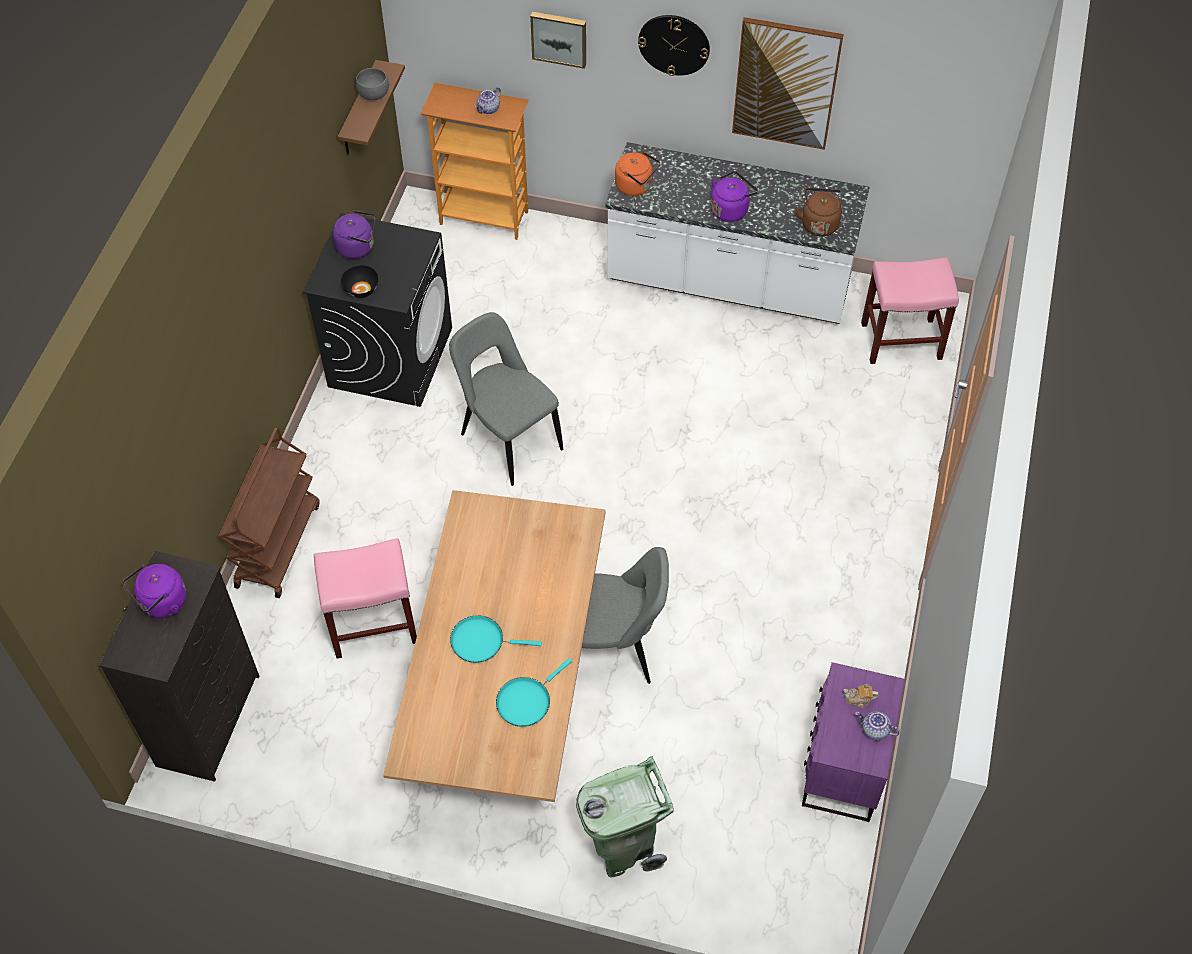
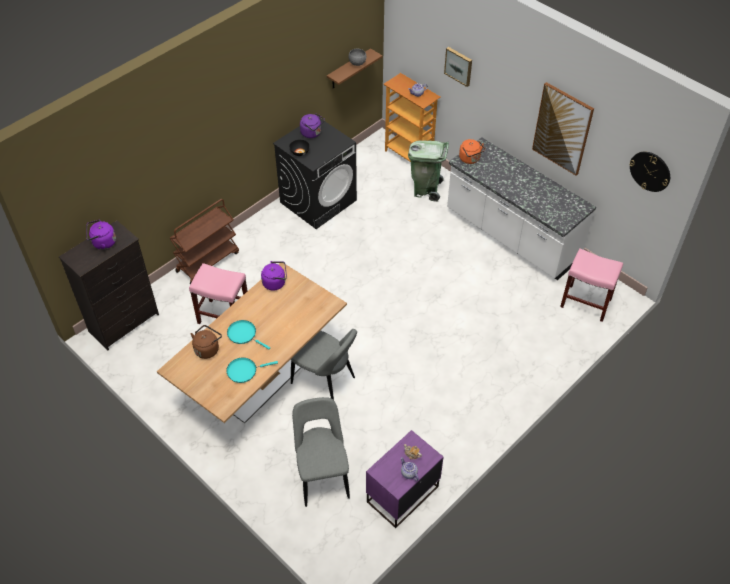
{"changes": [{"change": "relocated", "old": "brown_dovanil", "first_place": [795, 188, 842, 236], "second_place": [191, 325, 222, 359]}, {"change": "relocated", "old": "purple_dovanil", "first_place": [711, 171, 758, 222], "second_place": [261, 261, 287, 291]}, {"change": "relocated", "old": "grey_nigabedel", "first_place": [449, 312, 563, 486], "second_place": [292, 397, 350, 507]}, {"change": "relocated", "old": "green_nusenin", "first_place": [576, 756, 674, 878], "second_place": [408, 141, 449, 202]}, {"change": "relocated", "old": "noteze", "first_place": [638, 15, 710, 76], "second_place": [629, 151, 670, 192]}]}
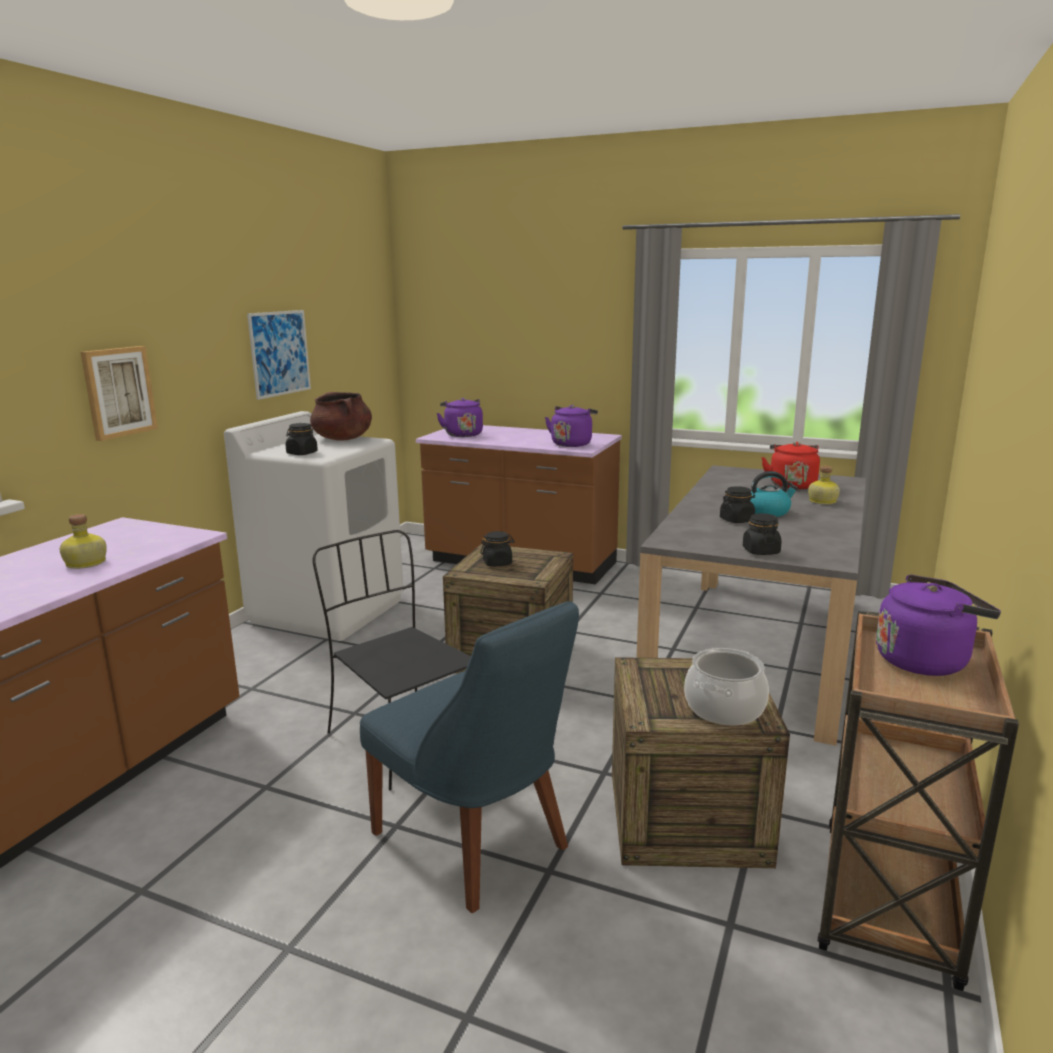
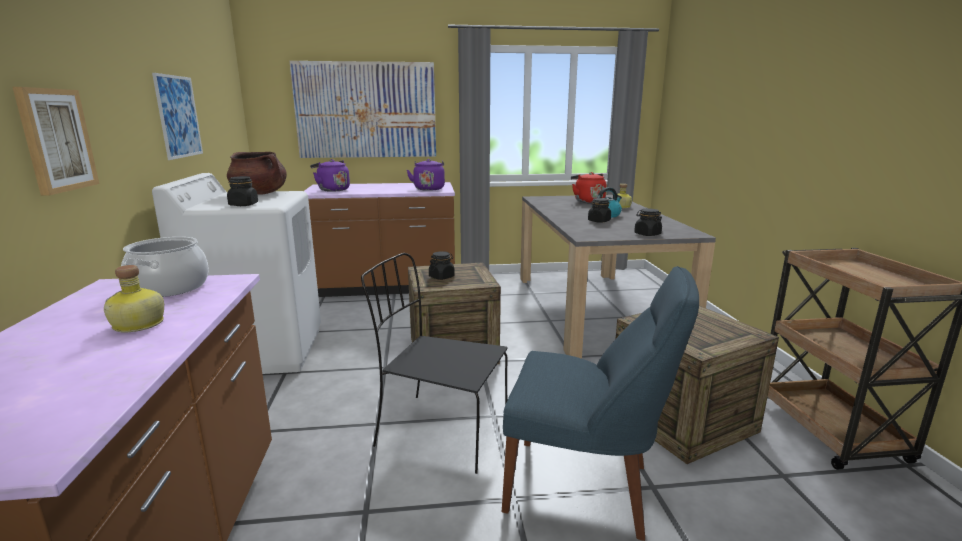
{"changes": [{"change": "relocated", "old": "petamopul", "first_place": [684, 648, 769, 725], "second_place": [121, 237, 209, 297]}, {"change": "appeared", "new": "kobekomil", "second_place": [289, 61, 436, 158]}, {"change": "missing", "old": "purple_dovanil", "first_place": [876, 574, 1001, 676]}]}
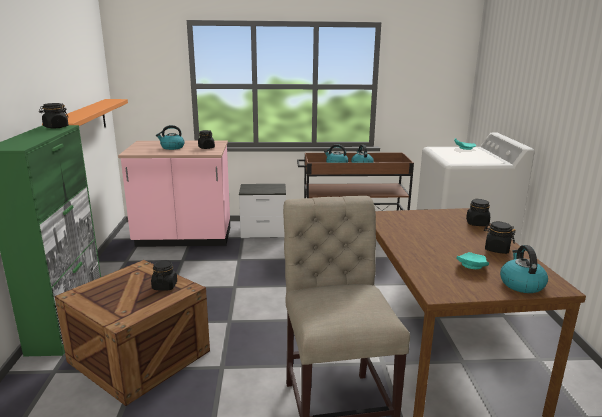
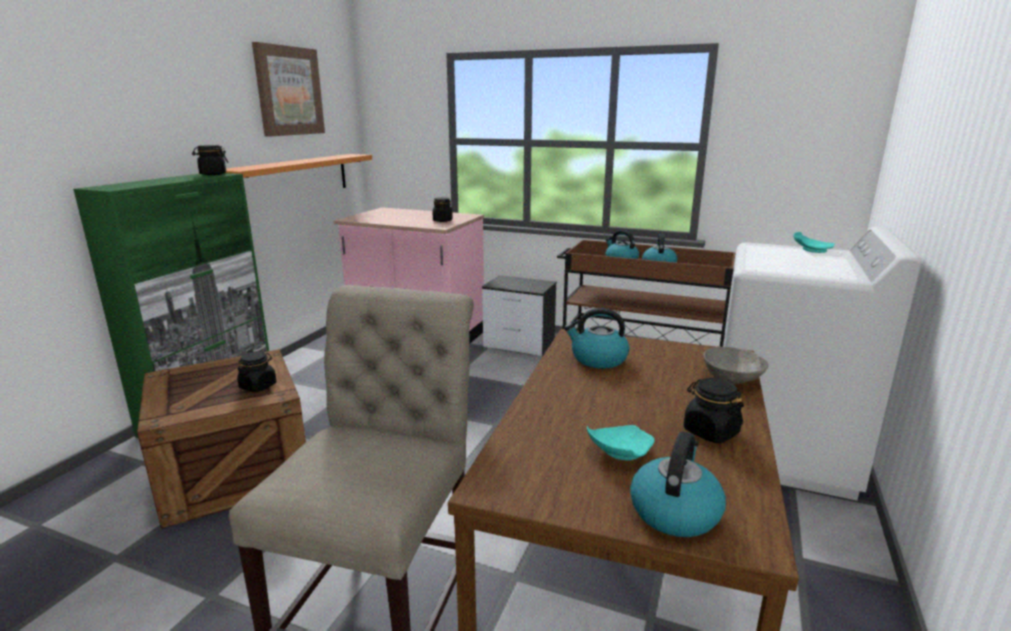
{"changes": [{"change": "appeared", "new": "kobekomil", "second_place": [252, 42, 325, 137]}, {"change": "relocated", "old": "dovanil", "first_place": [156, 125, 185, 150], "second_place": [564, 308, 629, 369]}, {"change": "exchanged", "old": "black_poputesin", "new": "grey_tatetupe", "first_place": [466, 199, 490, 226], "second_place": [703, 347, 768, 384]}]}
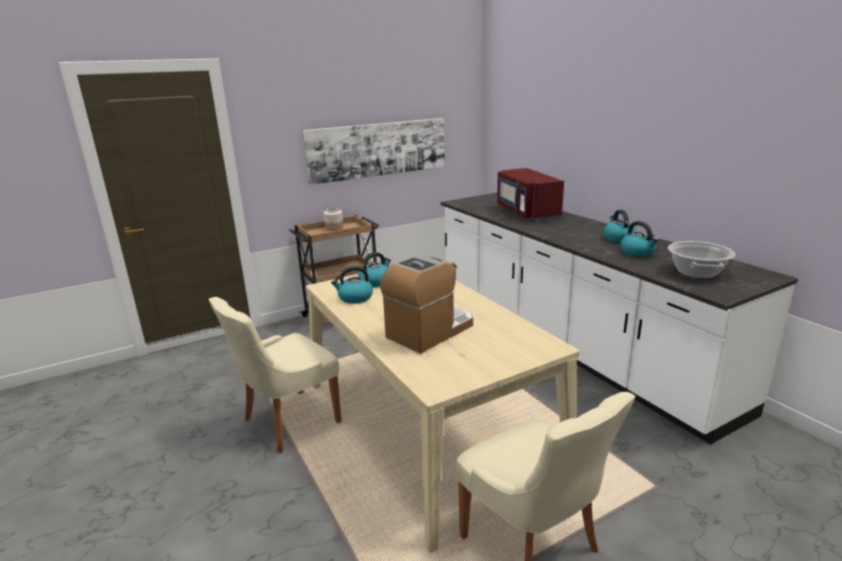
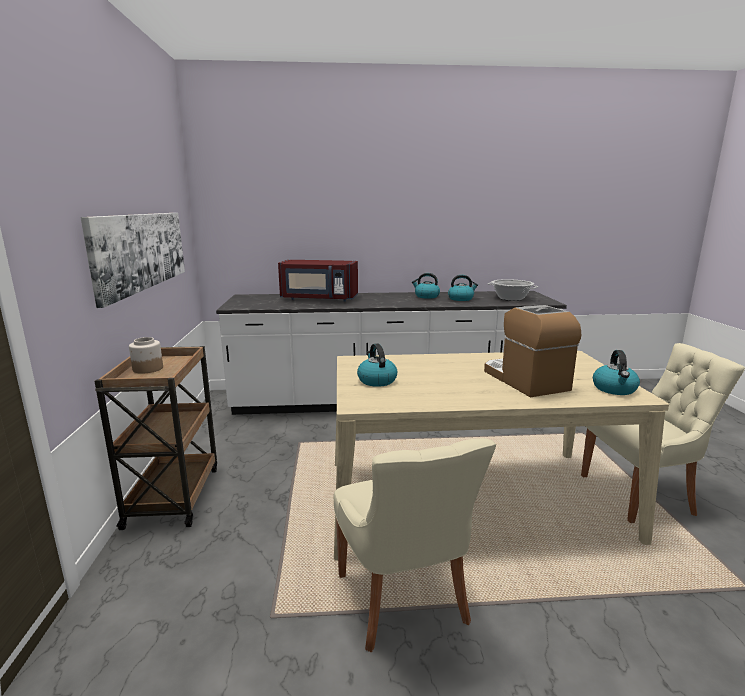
{"changes": [{"change": "relocated", "old": "dovanil", "first_place": [331, 266, 373, 304], "second_place": [593, 350, 640, 395]}]}
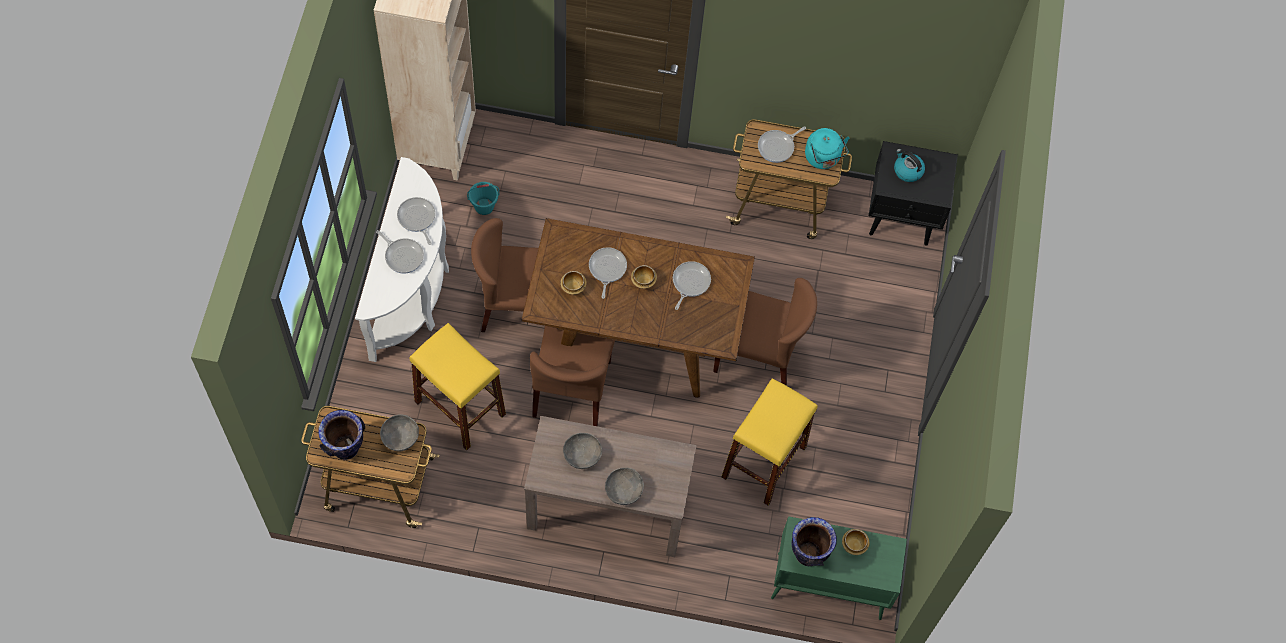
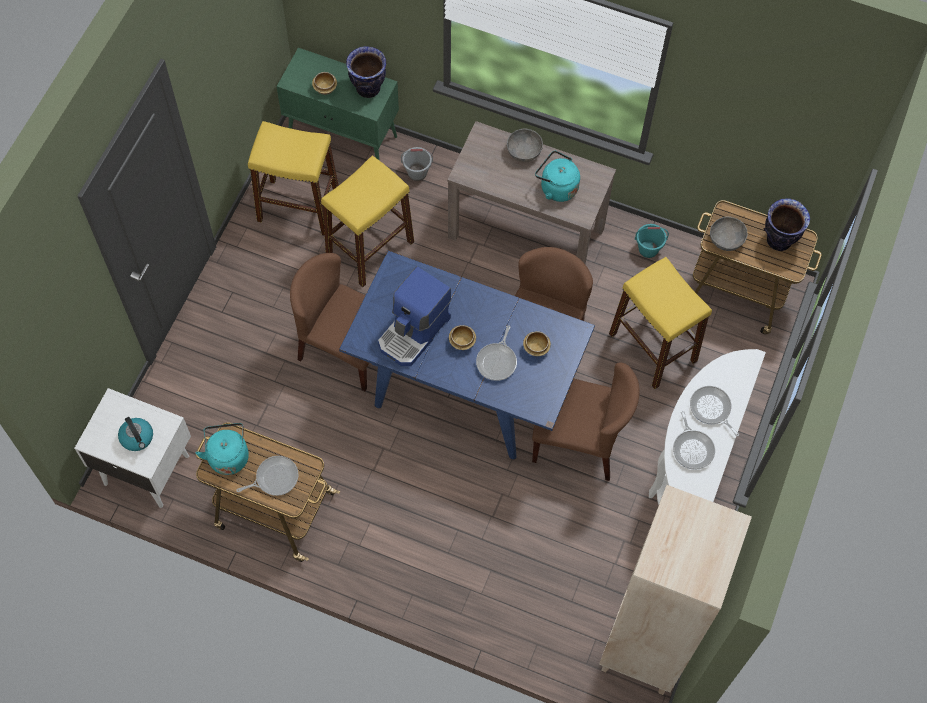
{"changes": [{"change": "colour", "old": "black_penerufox", "new": "white_penerufox", "first_place": [868, 141, 958, 246], "second_place": [74, 388, 191, 508]}, {"change": "appeared", "new": "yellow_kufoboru", "second_place": [248, 121, 339, 236]}, {"change": "colour", "old": "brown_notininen", "new": "blue_notininen", "first_place": [522, 218, 755, 398], "second_place": [339, 250, 595, 459]}, {"change": "exchanged", "old": "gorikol", "new": "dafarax", "first_place": [673, 261, 711, 310], "second_place": [378, 266, 451, 366]}, {"change": "appeared", "new": "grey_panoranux", "second_place": [401, 147, 433, 181]}, {"change": "exchanged", "old": "grey_tatetupe", "new": "turquoise_dovanil", "first_place": [563, 433, 602, 469], "second_place": [535, 151, 580, 202]}, {"change": "relocated", "old": "turquoise_panoranux", "first_place": [467, 182, 499, 215], "second_place": [635, 224, 669, 258]}]}
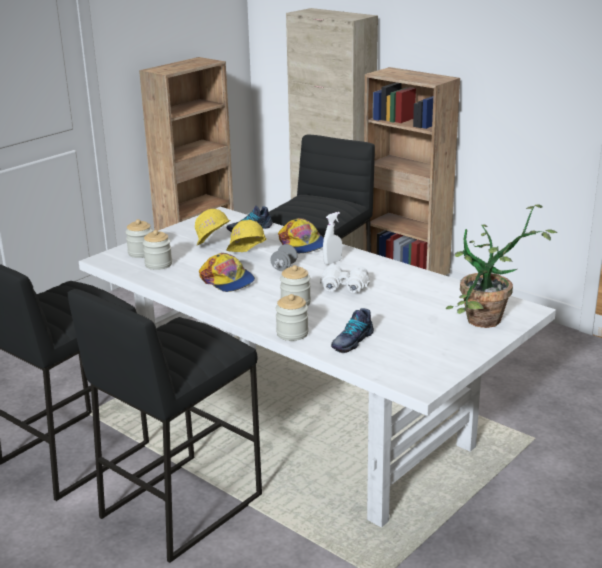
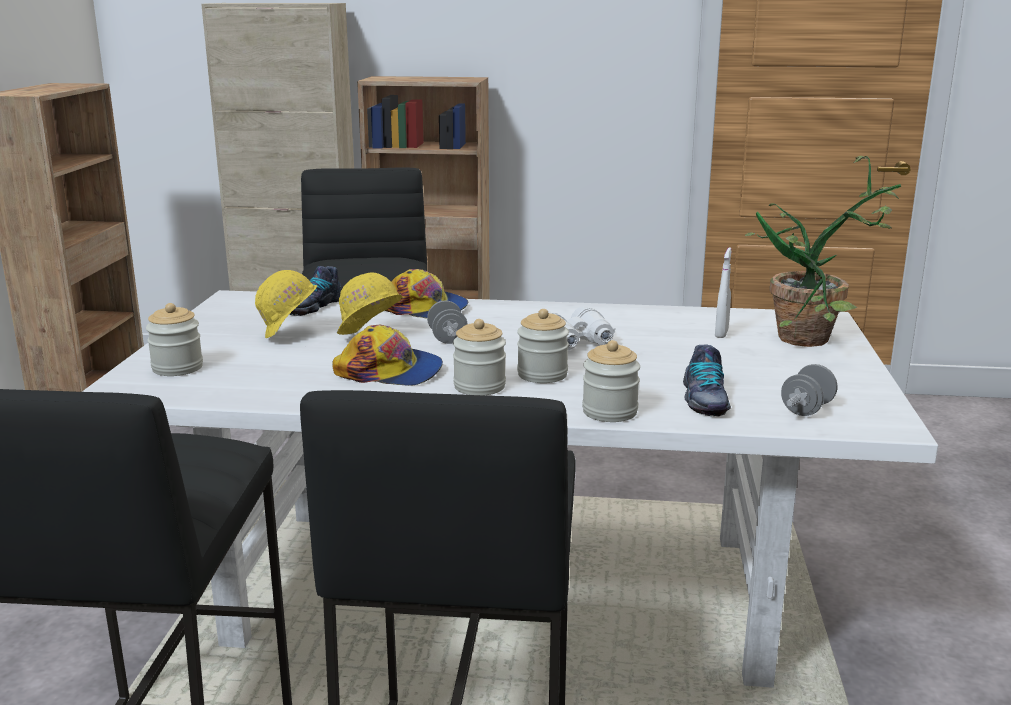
{"changes": [{"change": "relocated", "old": "poputesin", "first_place": [143, 230, 172, 270], "second_place": [453, 319, 506, 395]}, {"change": "relocated", "old": "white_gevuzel", "first_place": [323, 212, 342, 265], "second_place": [715, 247, 732, 338]}, {"change": "appeared", "new": "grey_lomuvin", "second_place": [781, 364, 838, 416]}]}
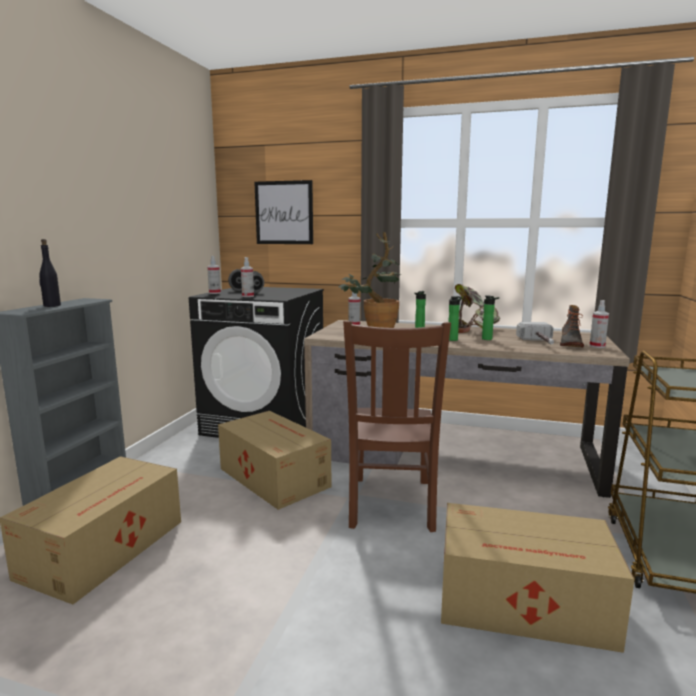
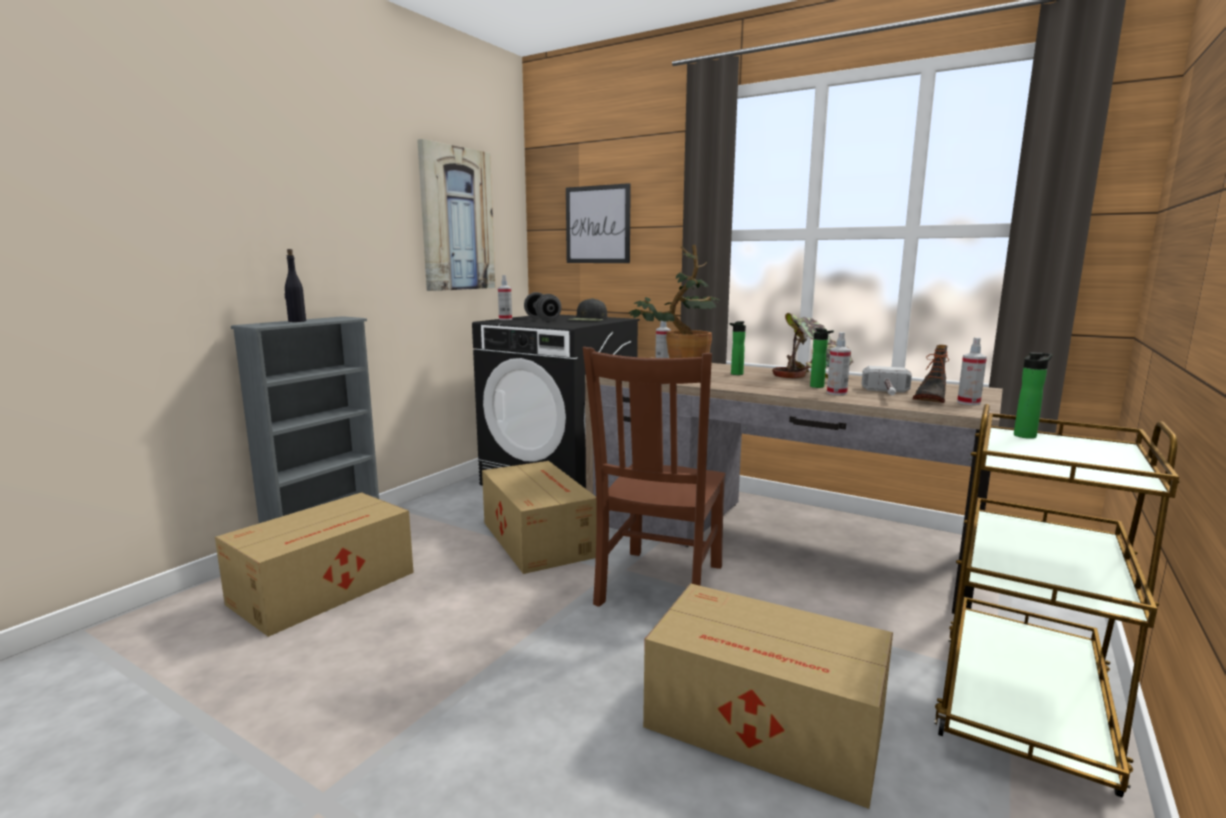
{"changes": [{"change": "appeared", "new": "kobekomil", "second_place": [417, 139, 495, 291]}, {"change": "appeared", "new": "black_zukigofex", "second_place": [568, 298, 607, 321]}, {"change": "relocated", "old": "gevuzel", "first_place": [241, 257, 254, 297], "second_place": [827, 332, 851, 395]}, {"change": "relocated", "old": "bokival", "first_place": [448, 296, 462, 341], "second_place": [1014, 352, 1052, 439]}]}
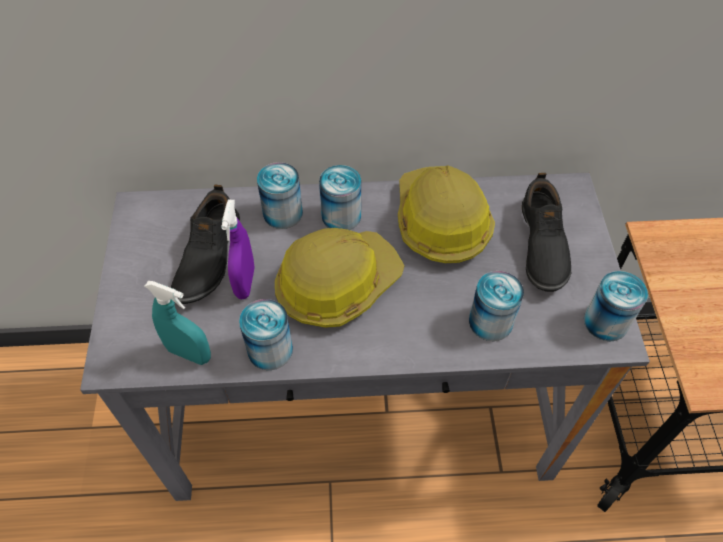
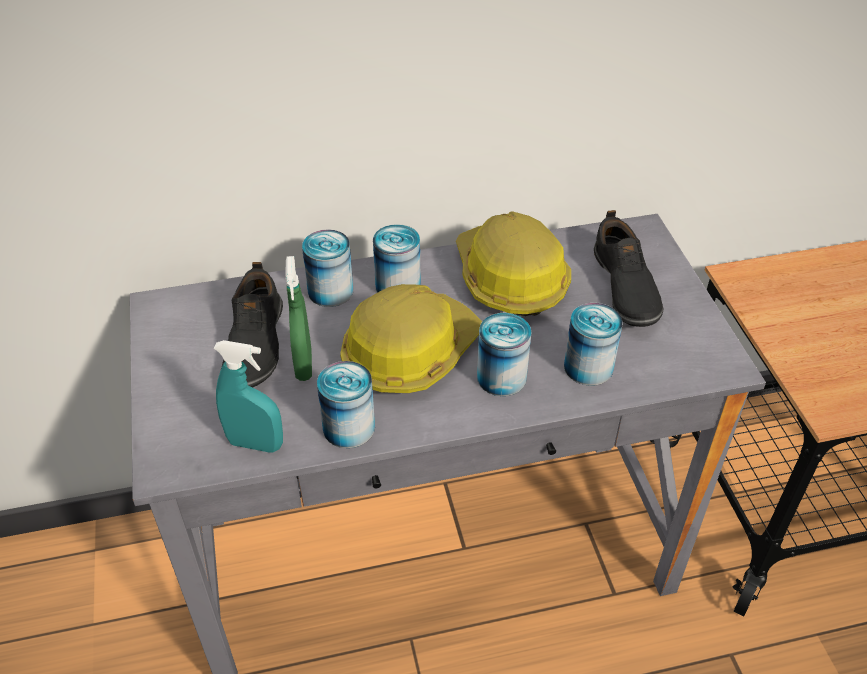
{"changes": [{"change": "colour", "old": "purple_gevuzel", "new": "green_gevuzel", "first_place": [221, 200, 254, 299], "second_place": [286, 256, 312, 381]}, {"change": "relocated", "old": "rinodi", "first_place": [584, 271, 648, 341], "second_place": [477, 313, 531, 396]}]}
